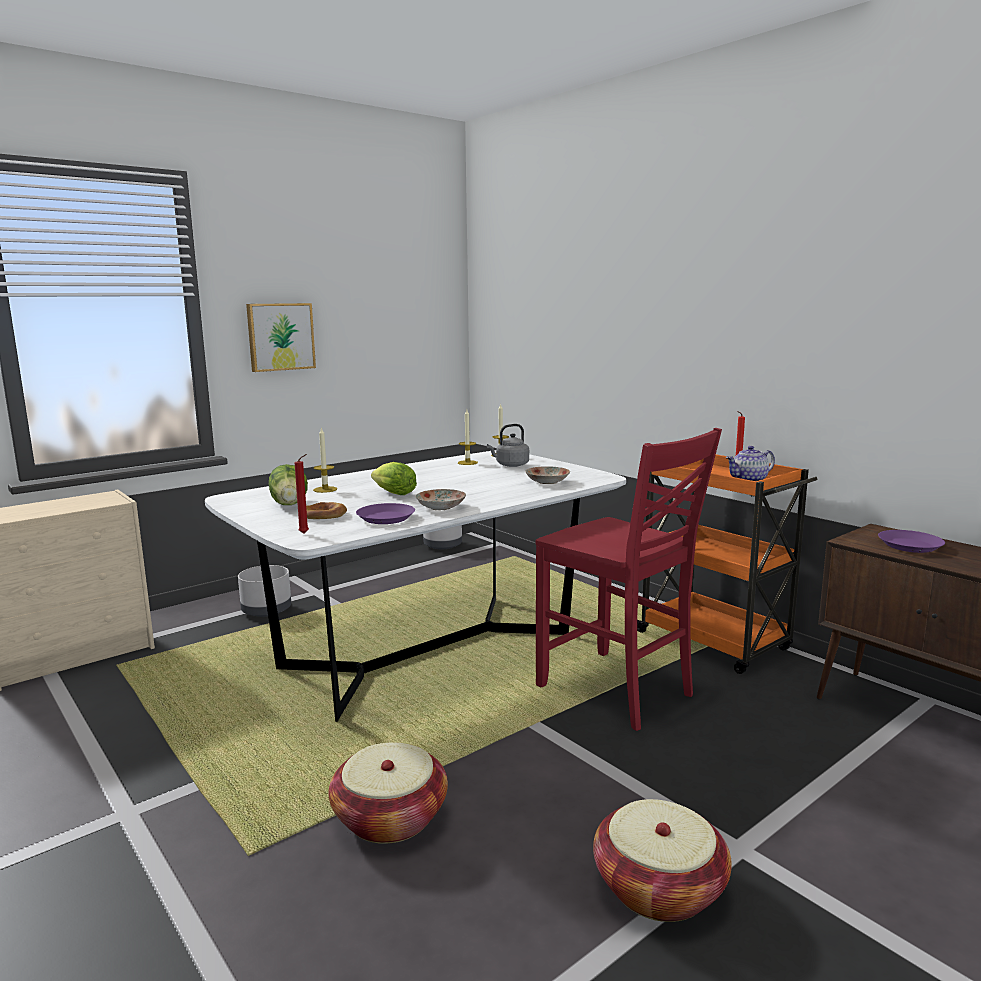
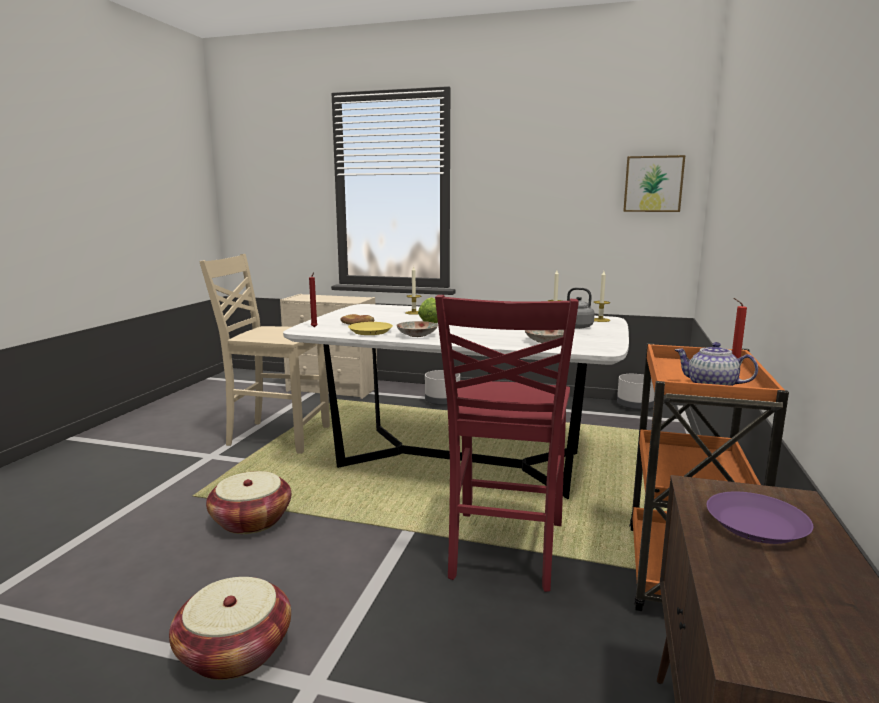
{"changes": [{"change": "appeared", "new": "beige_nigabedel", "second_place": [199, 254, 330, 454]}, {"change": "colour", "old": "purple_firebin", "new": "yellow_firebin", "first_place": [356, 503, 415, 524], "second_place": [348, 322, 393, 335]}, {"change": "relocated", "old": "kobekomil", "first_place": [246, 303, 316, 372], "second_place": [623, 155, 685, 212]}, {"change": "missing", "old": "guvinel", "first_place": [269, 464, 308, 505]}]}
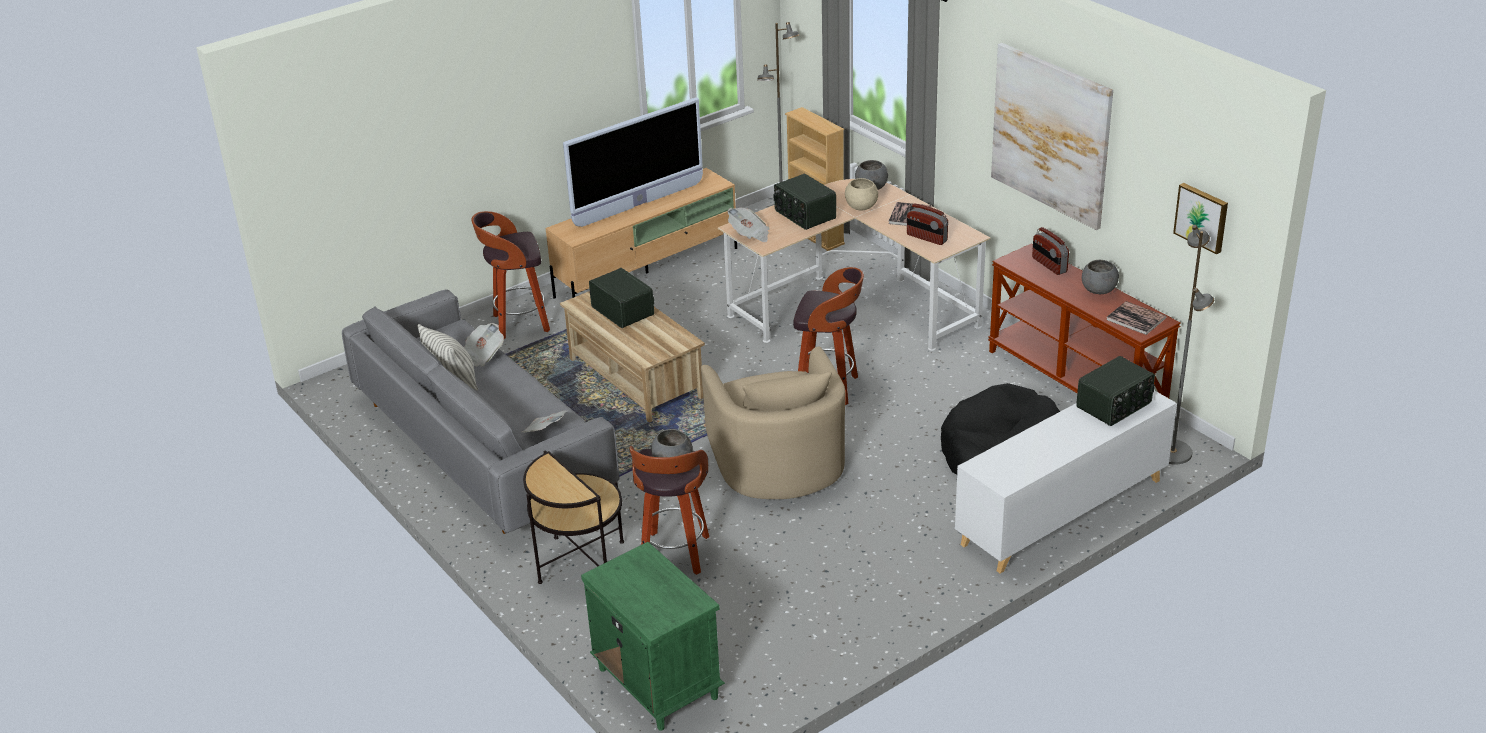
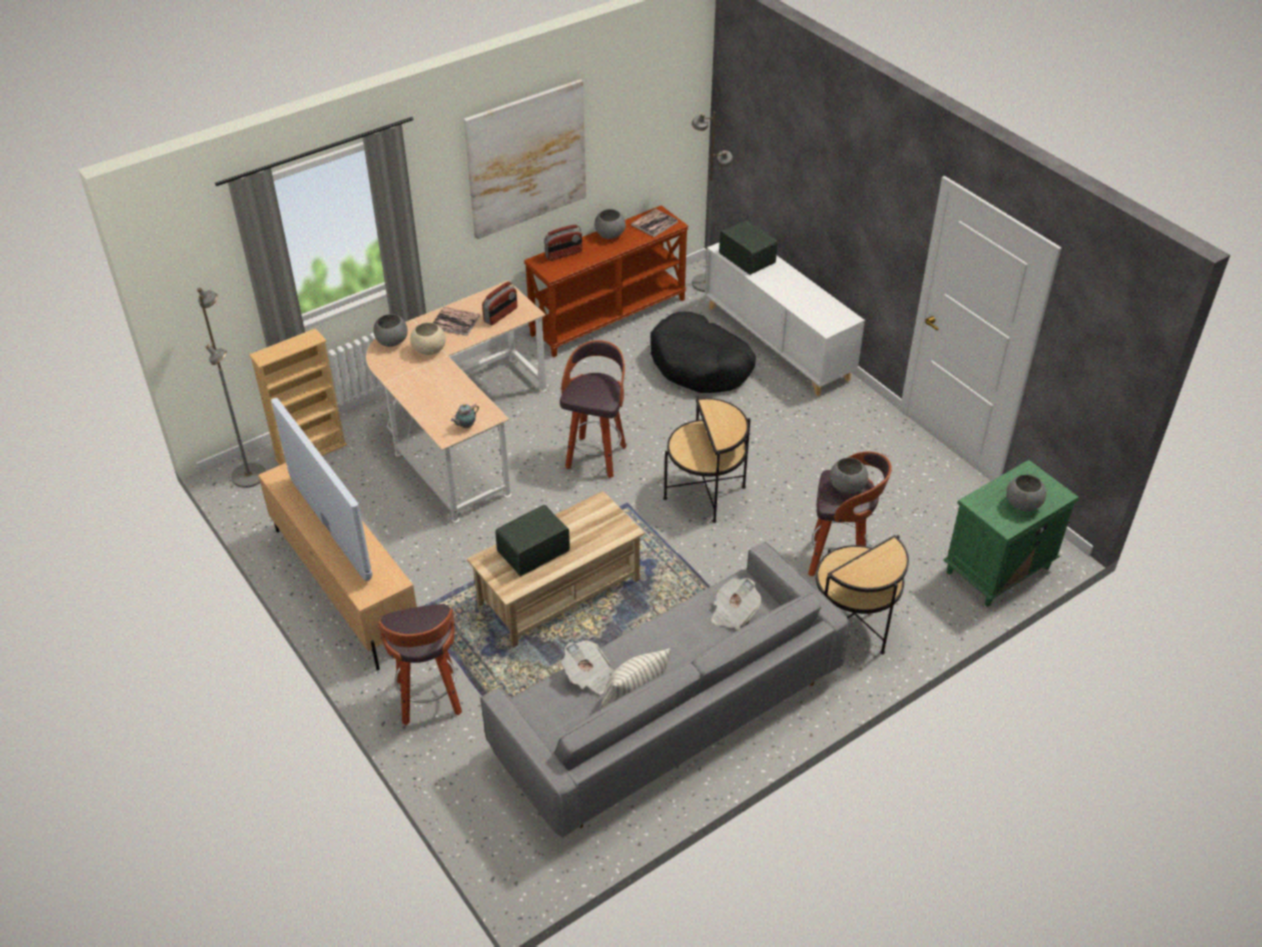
{"changes": [{"change": "exchanged", "old": "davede", "new": "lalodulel", "first_place": [728, 208, 770, 242], "second_place": [451, 404, 479, 428]}, {"change": "exchanged", "old": "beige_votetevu", "new": "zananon", "first_place": [701, 347, 846, 499], "second_place": [663, 396, 751, 523]}, {"change": "appeared", "new": "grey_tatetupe", "second_place": [1006, 475, 1046, 511]}, {"change": "missing", "old": "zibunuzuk", "first_place": [774, 173, 836, 230]}, {"change": "missing", "old": "kobekomil", "first_place": [1173, 183, 1228, 254]}]}
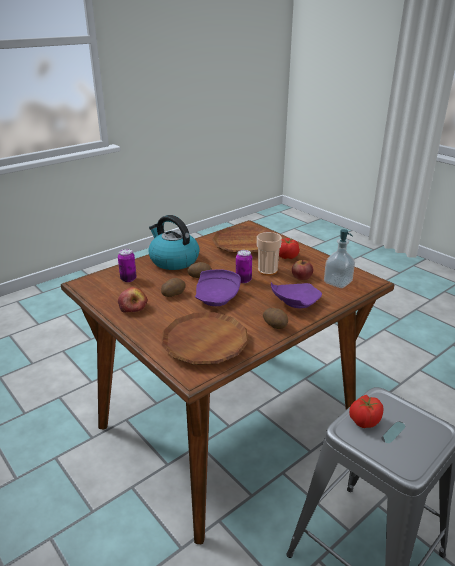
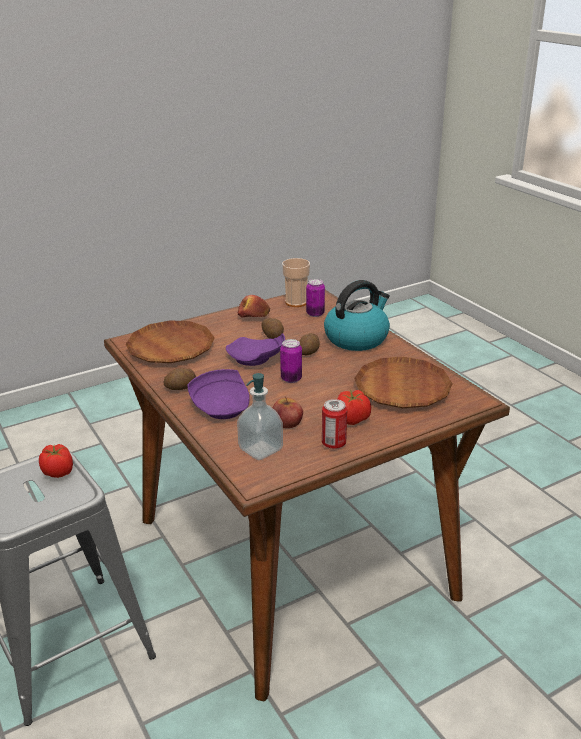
{"changes": [{"change": "relocated", "old": "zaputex", "first_place": [257, 232, 282, 276], "second_place": [282, 258, 310, 307]}, {"change": "appeared", "new": "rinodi", "second_place": [322, 399, 347, 449]}]}
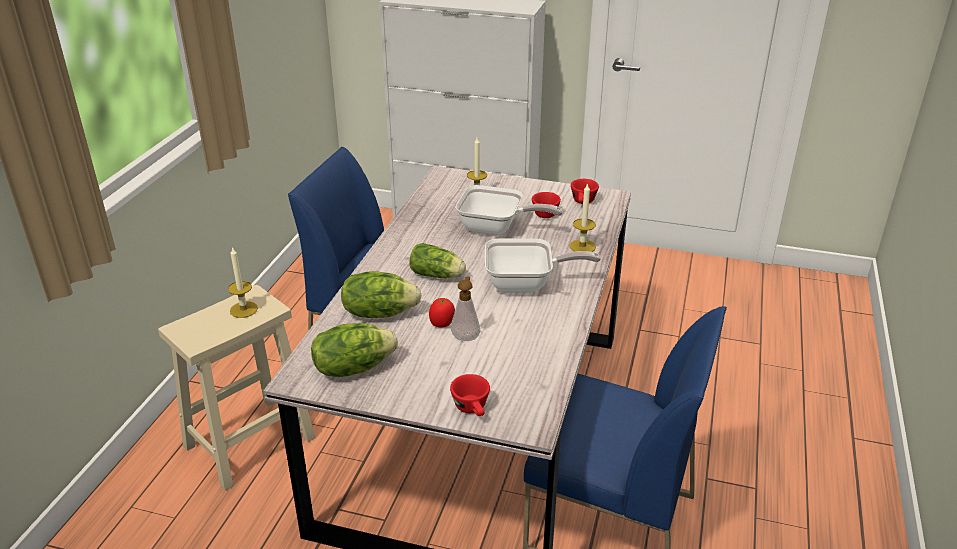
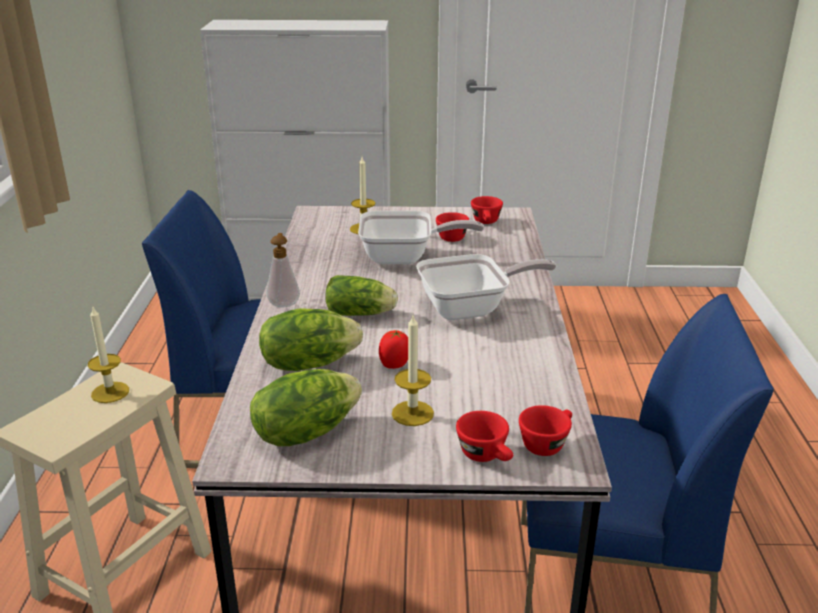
{"changes": [{"change": "relocated", "old": "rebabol", "first_place": [451, 276, 480, 341], "second_place": [266, 233, 300, 307]}, {"change": "relocated", "old": "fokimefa", "first_place": [569, 183, 596, 252], "second_place": [392, 315, 434, 426]}, {"change": "appeared", "new": "red_zaputex", "second_place": [519, 405, 572, 456]}]}
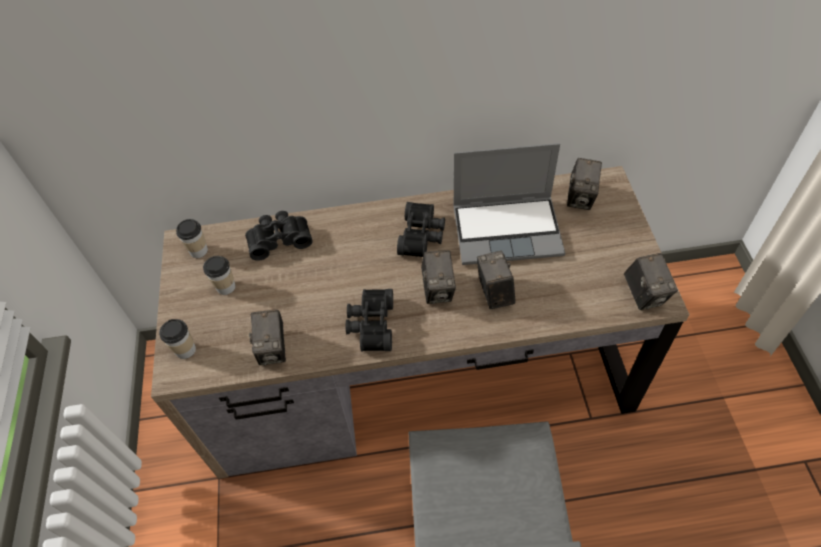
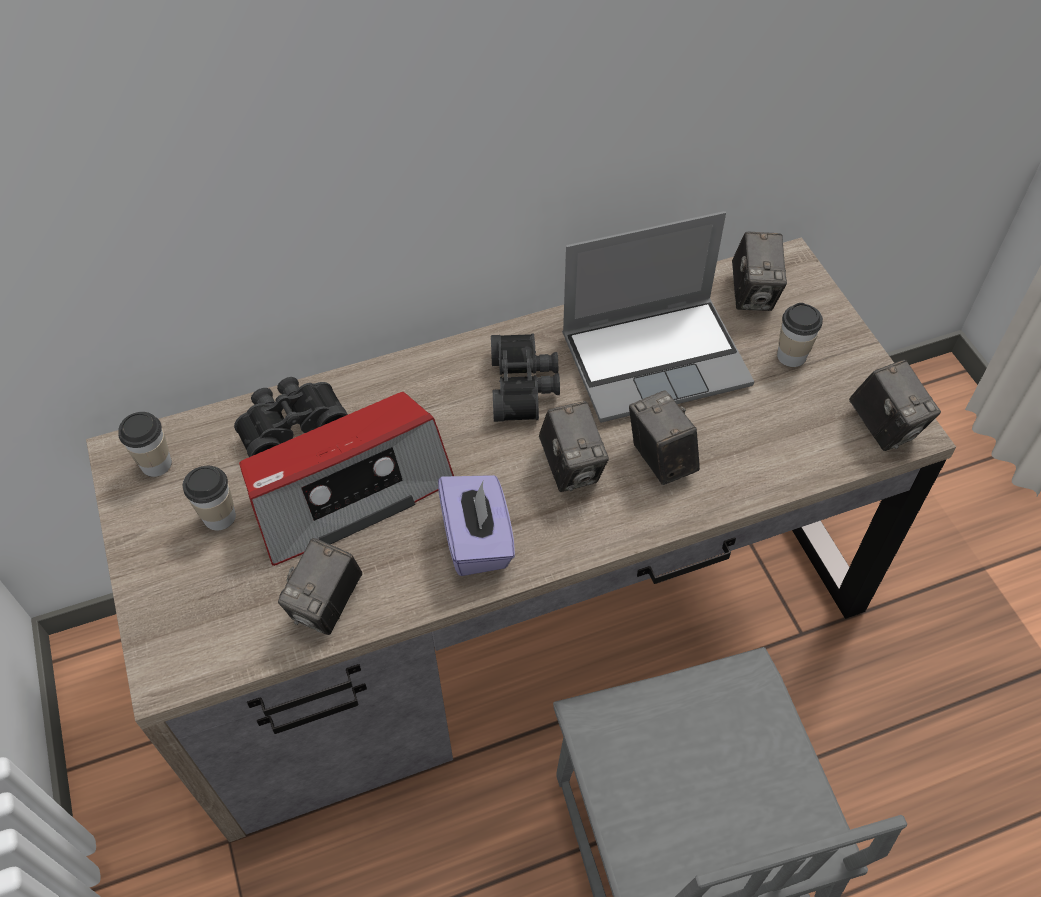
{"changes": [{"change": "appeared", "new": "zibunuzuk", "second_place": [239, 392, 454, 566]}, {"change": "spun", "old": "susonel", "first_place": [249, 310, 286, 366], "second_place": [278, 538, 362, 635], "degrees": 45}, {"change": "exchanged", "old": "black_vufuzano", "new": "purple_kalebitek", "first_place": [346, 289, 393, 352], "second_place": [438, 475, 515, 576]}, {"change": "relocated", "old": "zaputex", "first_place": [159, 319, 196, 359], "second_place": [777, 303, 823, 367]}]}
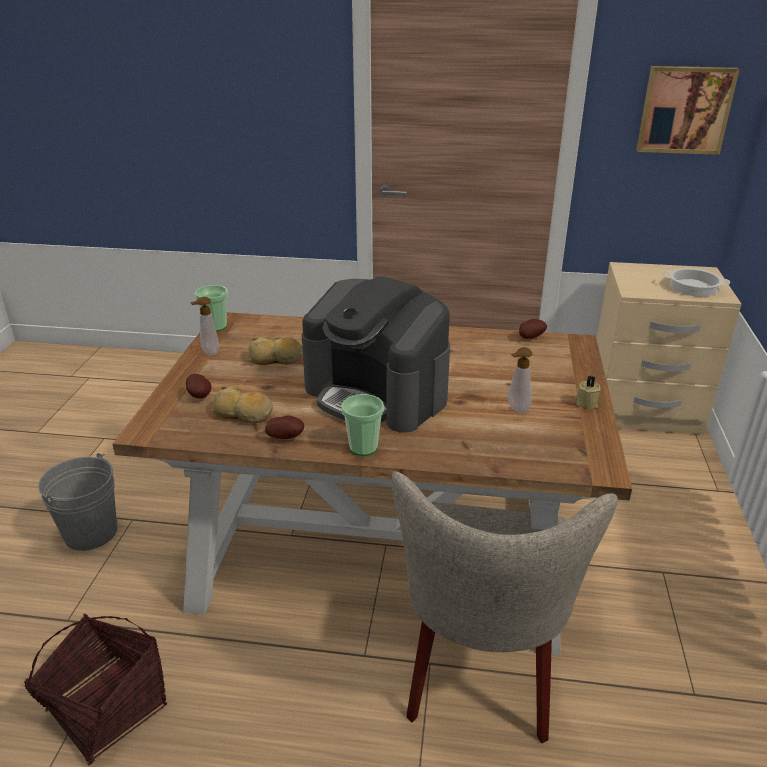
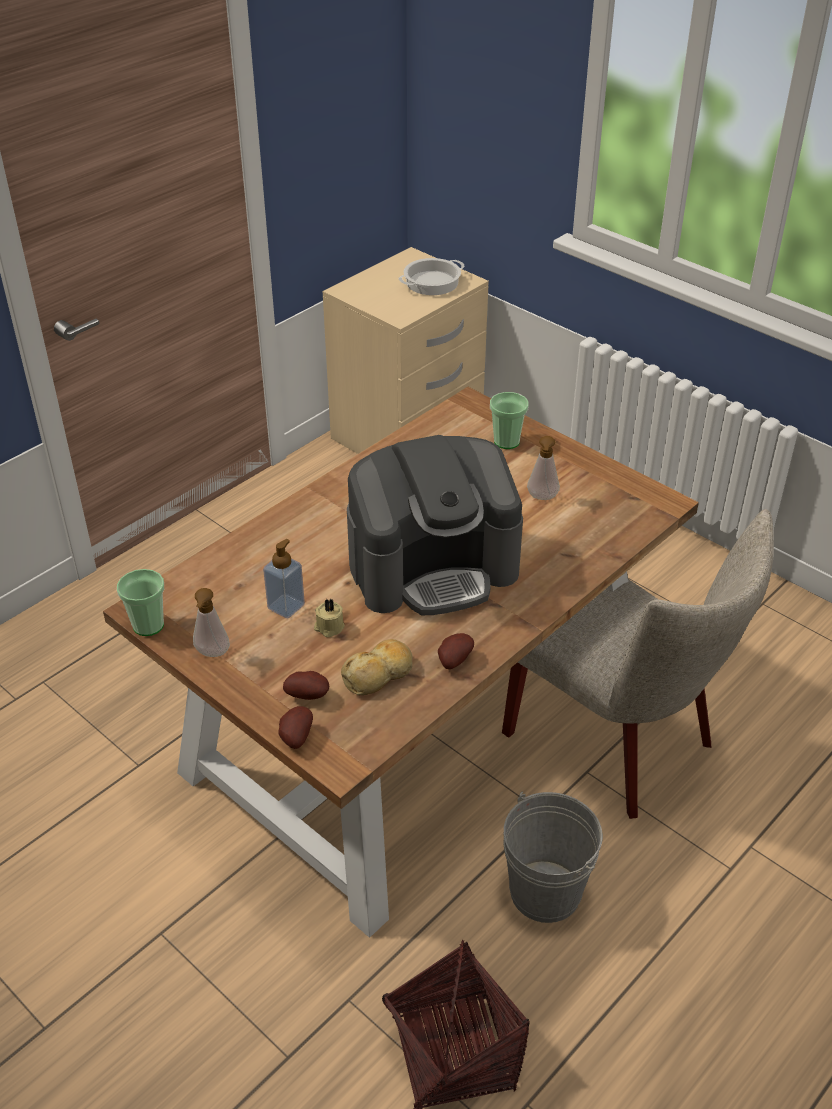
{"changes": [{"change": "exchanged", "old": "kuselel", "new": "rebabol", "first_place": [248, 337, 303, 365], "second_place": [263, 539, 305, 618]}, {"change": "relocated", "old": "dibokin", "first_place": [519, 319, 547, 339], "second_place": [279, 706, 313, 749]}, {"change": "relocated", "old": "beige_fokimefa", "first_place": [575, 376, 601, 409], "second_place": [314, 598, 345, 637]}, {"change": "relocated", "old": "zaputex", "first_place": [341, 394, 384, 456], "second_place": [490, 392, 529, 449]}, {"change": "relocated", "old": "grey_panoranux", "first_place": [38, 453, 117, 551], "second_place": [504, 791, 603, 923]}, {"change": "missing", "old": "kobekomil", "first_place": [636, 66, 740, 155]}]}
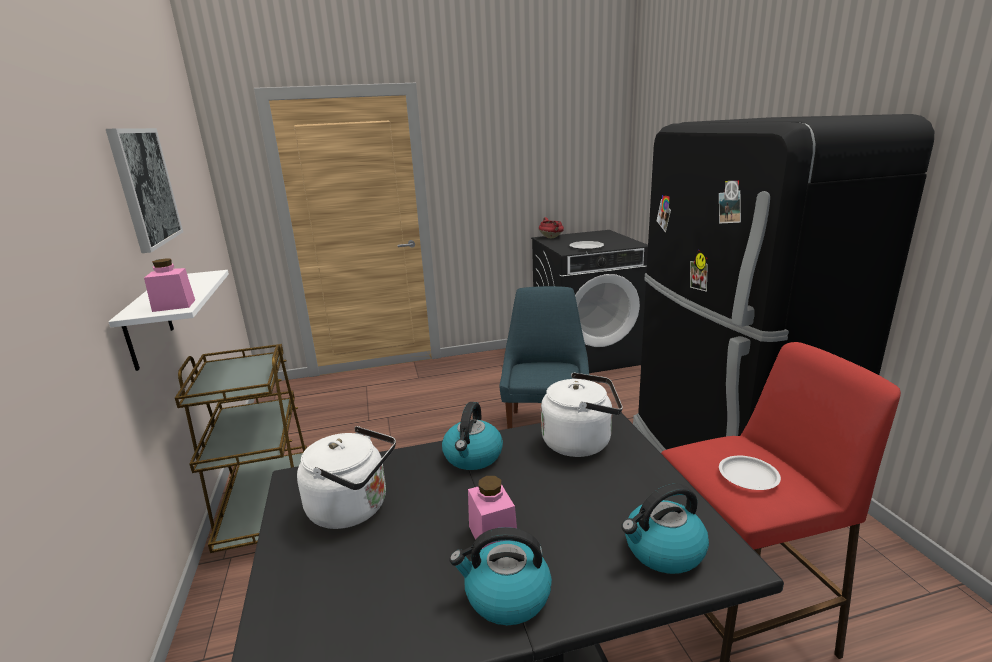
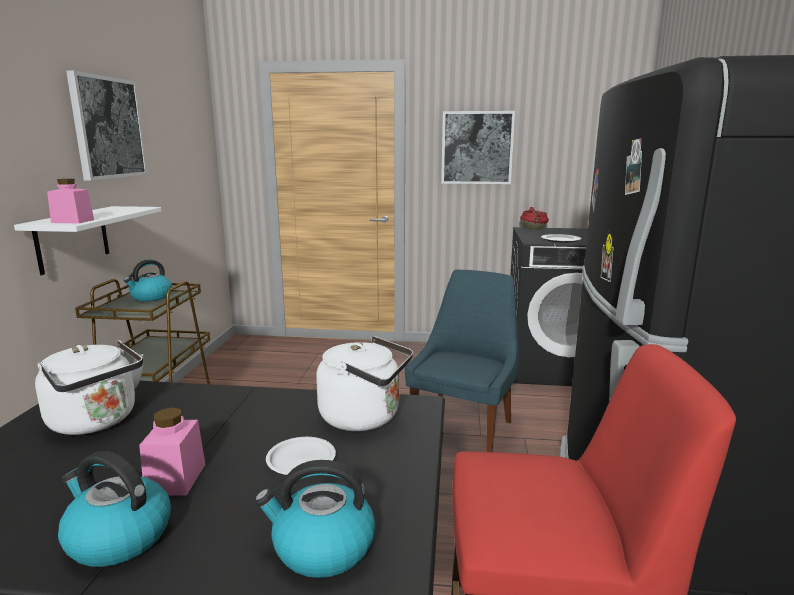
{"changes": [{"change": "relocated", "old": "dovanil", "first_place": [442, 402, 503, 470], "second_place": [123, 260, 172, 301]}, {"change": "relocated", "old": "white_firebin", "first_place": [719, 456, 781, 490], "second_place": [266, 437, 336, 475]}, {"change": "appeared", "new": "kobekomil", "second_place": [441, 111, 515, 184]}]}
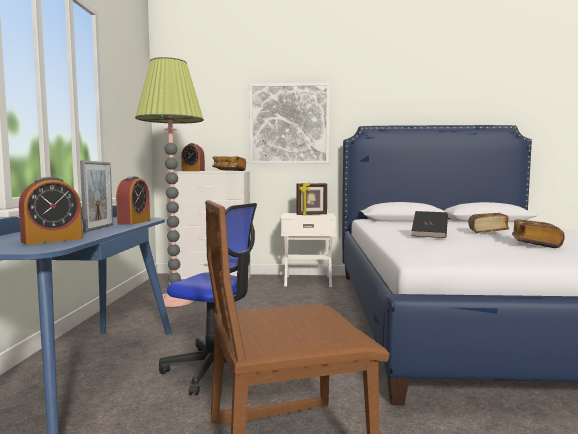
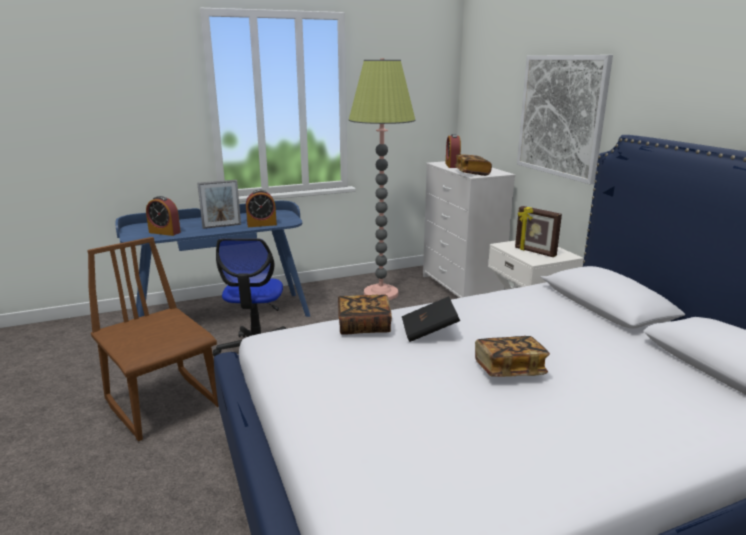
{"changes": [{"change": "relocated", "old": "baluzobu", "first_place": [512, 219, 565, 248], "second_place": [338, 295, 392, 335]}]}
